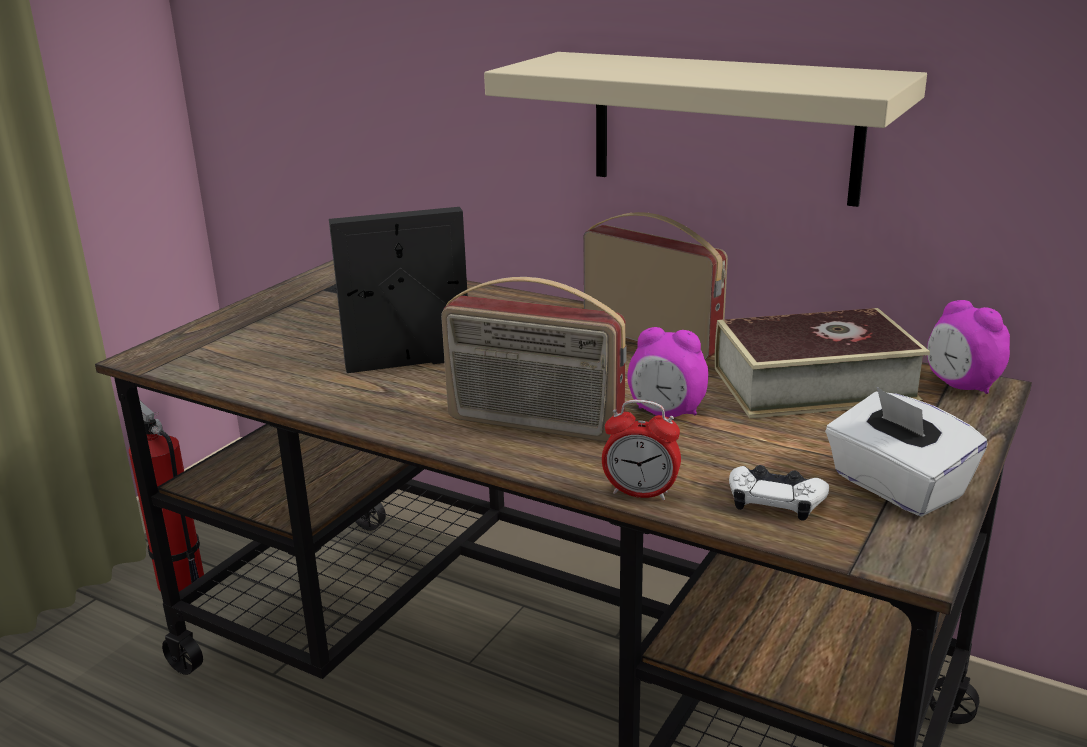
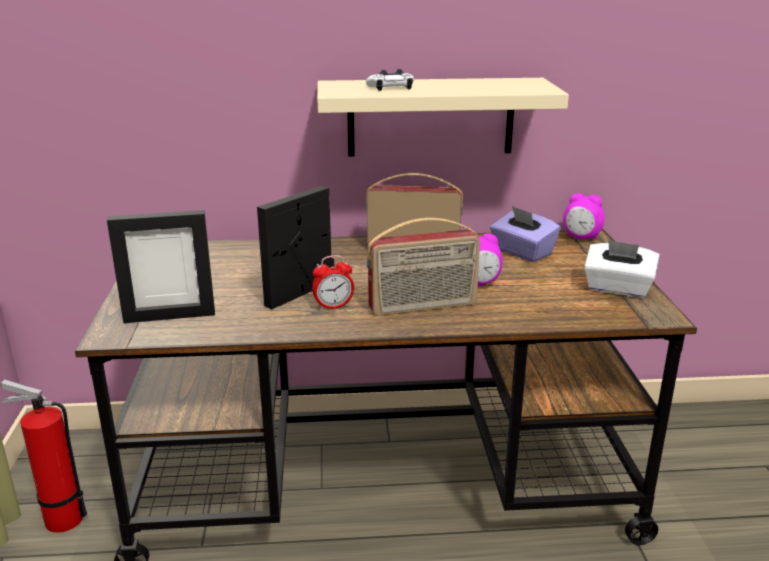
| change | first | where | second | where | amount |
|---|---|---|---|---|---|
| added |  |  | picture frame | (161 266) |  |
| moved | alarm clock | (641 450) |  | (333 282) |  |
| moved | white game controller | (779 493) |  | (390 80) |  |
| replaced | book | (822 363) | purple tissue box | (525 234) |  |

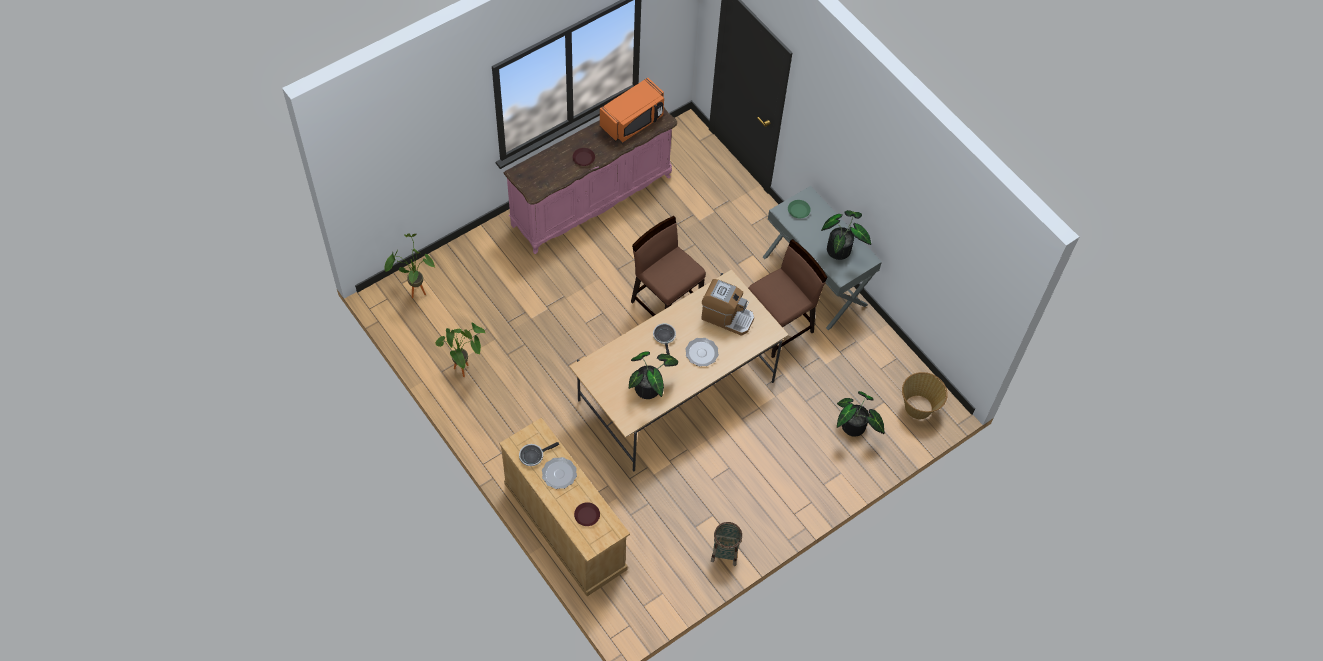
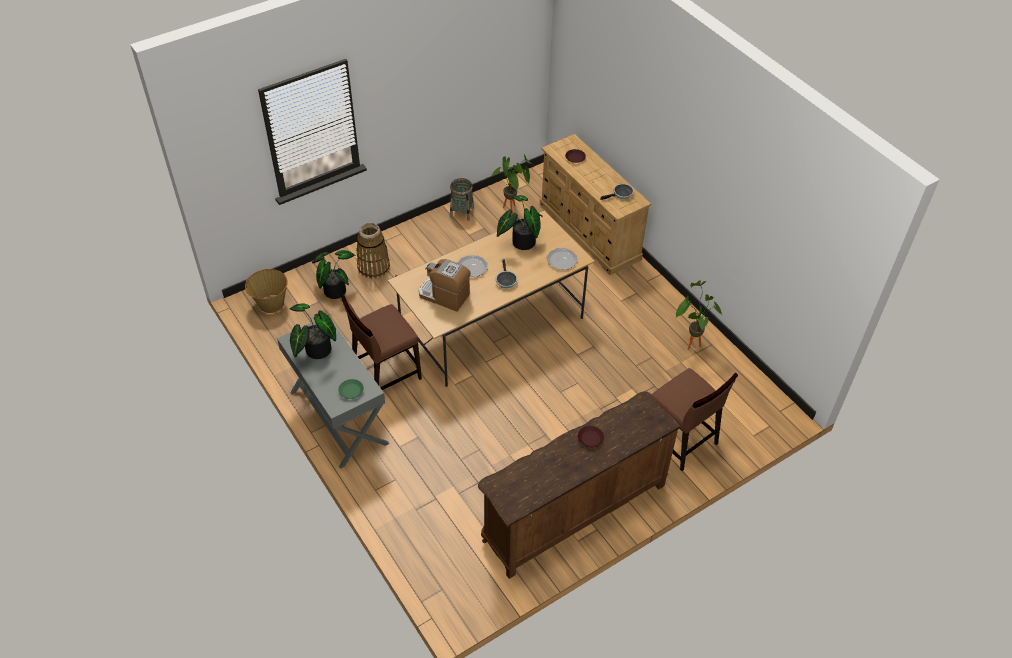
| change | first | where | second | where | amount |
|---|---|---|---|---|---|
| added |  |  | basket | (373 251) |  |
| recoloured | pink cabinet | (590 181) | brown cabinet | (579 485) |  |
| moved | potted plant | (410 265) |  | (512 183) |  |
| moved | plate | (559 473) |  | (562 259) |  |
| moved | brown chair | (668 266) |  | (694 419) |  |
| removed | orange microwave | (632 110) |  |  |  |

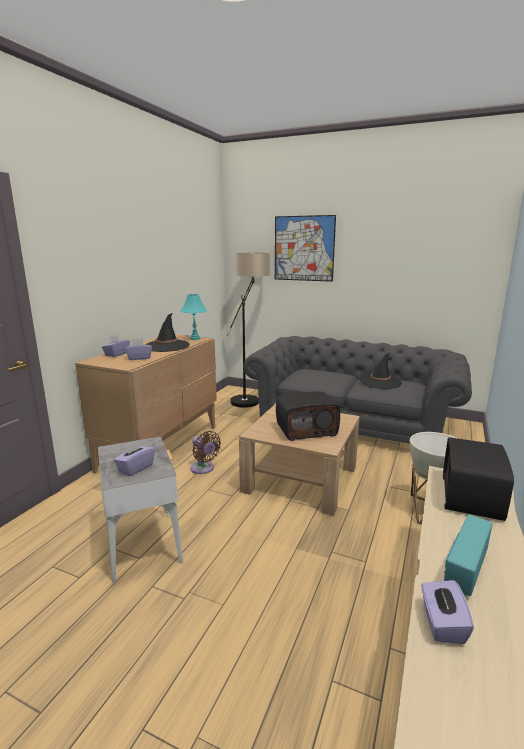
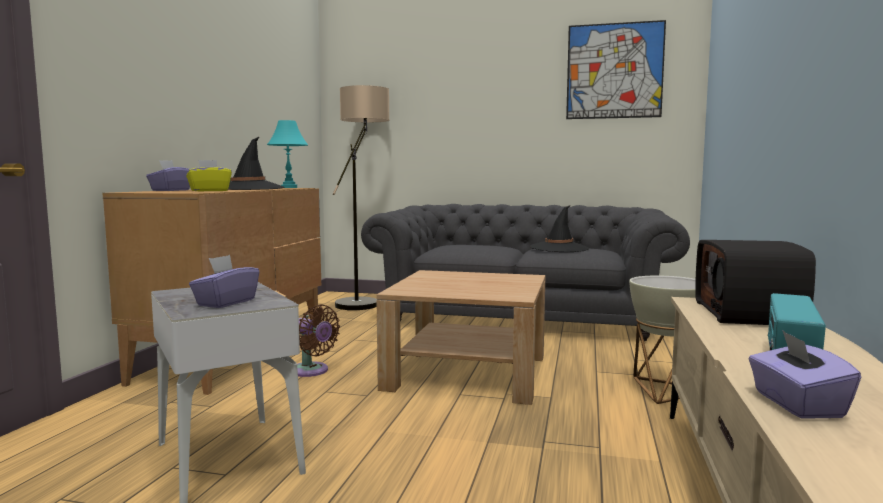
| change | first | where | second | where | amount |
|---|---|---|---|---|---|
| recoloured | purple tissue box | (138 349) | yellow tissue box | (209 176) |  |
| moved | picture | (305 248) |  | (616 69) |  |
| removed | radio | (308 416) |  |  |  |

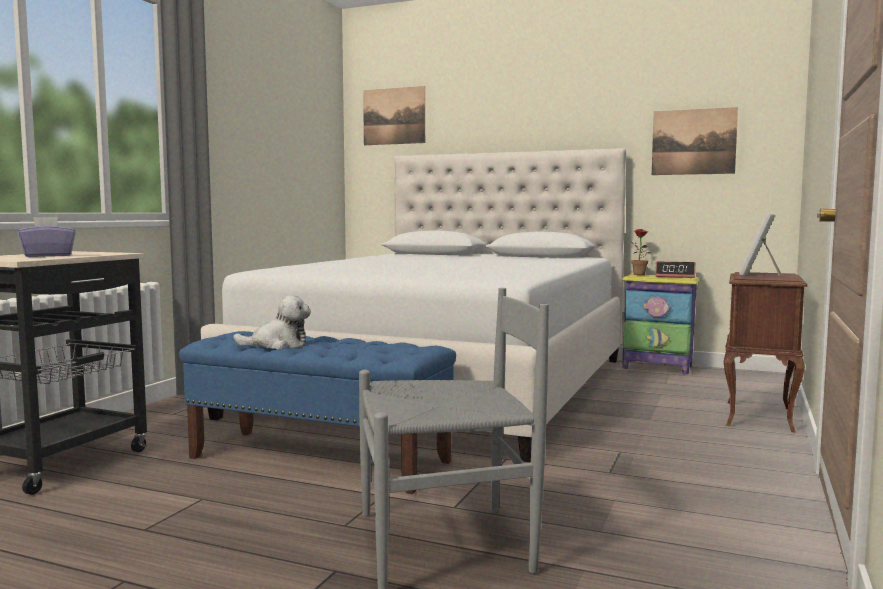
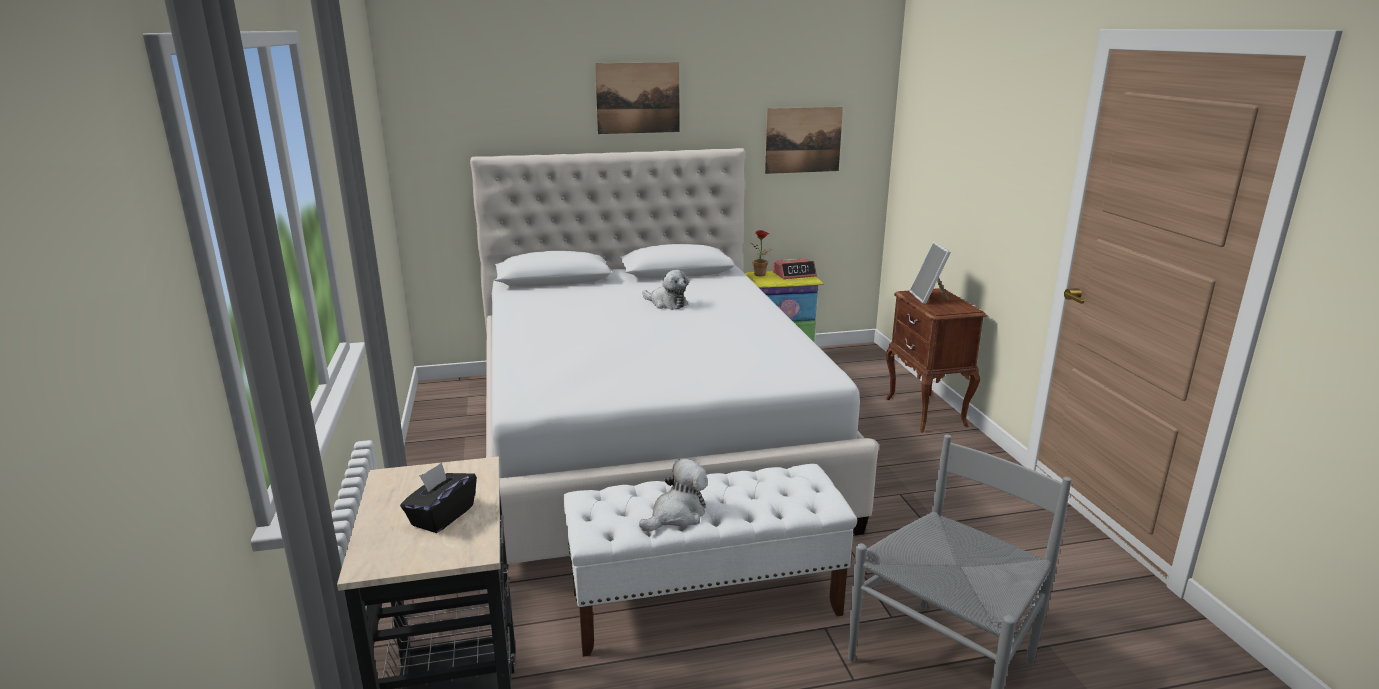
| change | first | where | second | where | amount |
|---|---|---|---|---|---|
| recoloured | purple tissue box | (46 237) | black tissue box | (438 497) |  |
| recoloured | blue bench | (317 412) | white bench | (710 560) |  |
| moved | picture | (394 115) |  | (637 98) |  |
| added |  |  | plush toy | (665 290) |  |

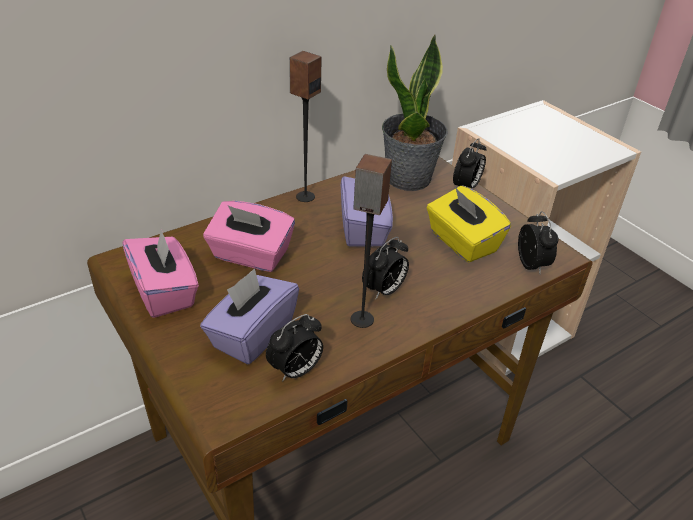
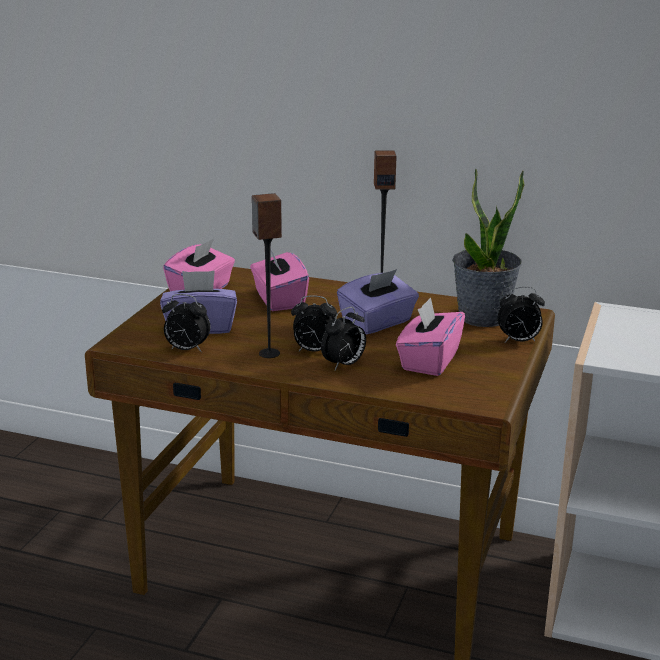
| change | first | where | second | where | amount |
|---|---|---|---|---|---|
| moved | alarm clock | (538 242) |  | (343 338) |  |
| recoloured | yellow tissue box | (469 224) | pink tissue box | (430 336) |  |

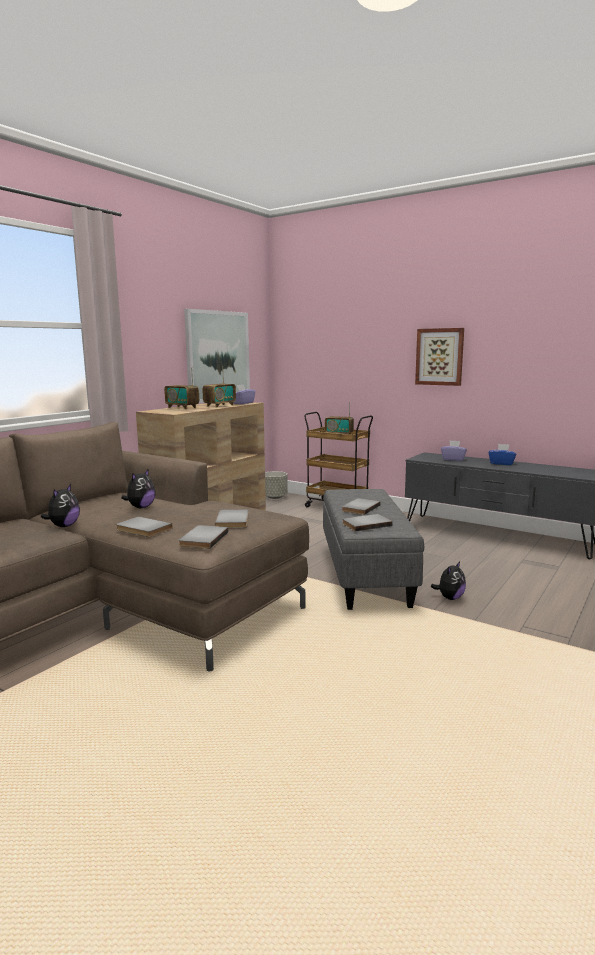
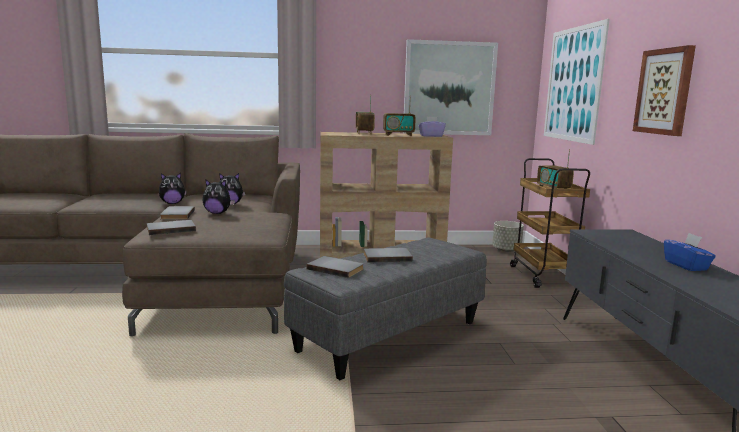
| change | first | where | second | where | amount |
|---|---|---|---|---|---|
| moved | plush toy | (448 580) |  | (218 196) |  |
| added |  |  | picture | (577 82) |  |
| removed | grey book | (232 518) |  |  |  |
| removed | purple tissue box | (454 450) |  |  |  |

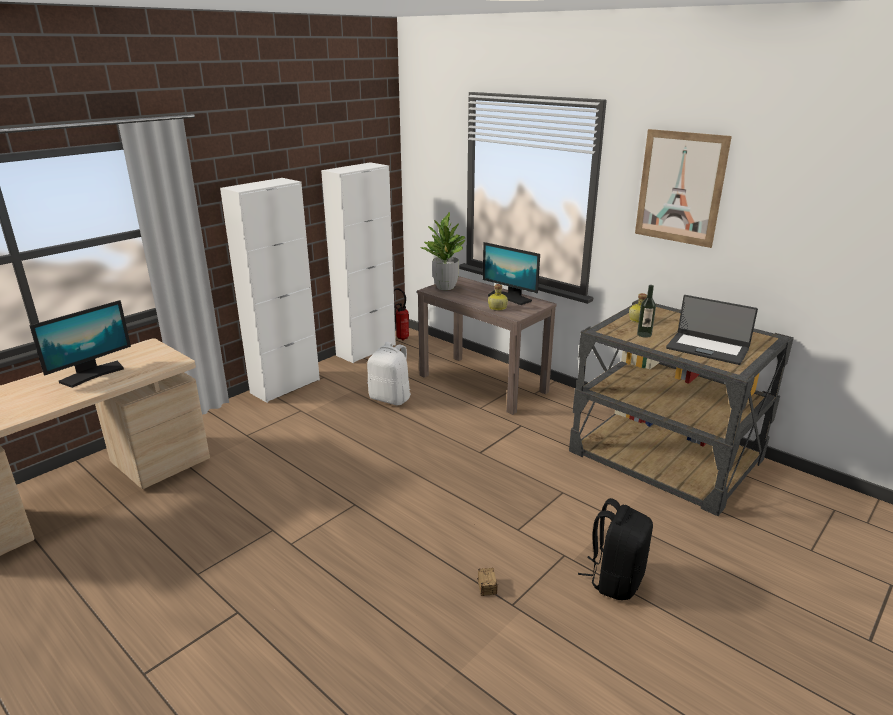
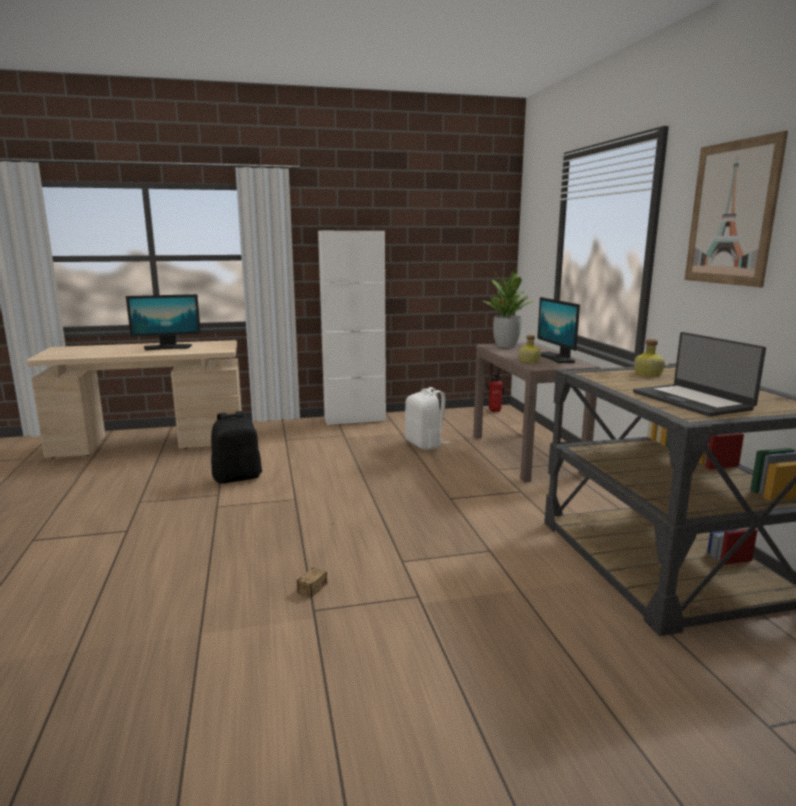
| change | first | where | second | where | amount |
|---|---|---|---|---|---|
| moved | black backpack | (615 549) |  | (236 447) |  |
| removed | white cabinet | (358 262) |  |  |  |
| removed | bottle | (646 311) |  |  |  |

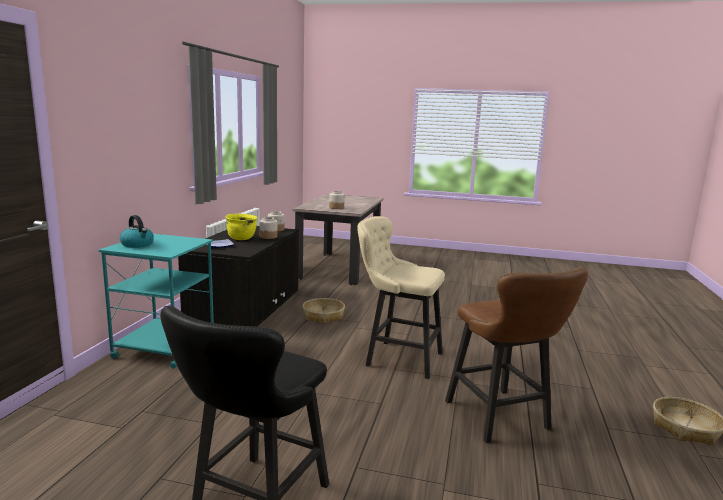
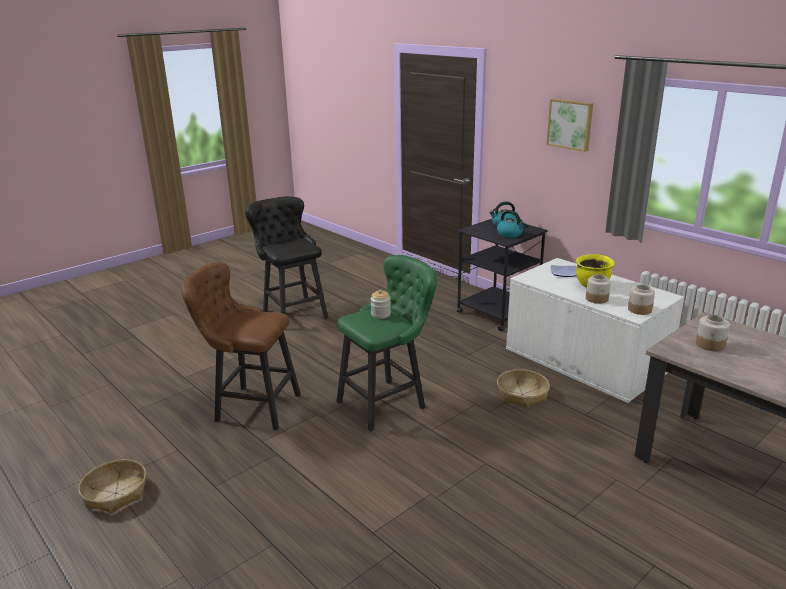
| change | first | where | second | where | amount |
|---|---|---|---|---|---|
| recoloured | beige stool | (401 297) | green stool | (386 343) |  |
| added |  |  | jar | (380 304) |  |
| recoloured | turquoise cart | (156 301) | black cart | (502 275) |  |
| added |  |  | kettle | (511 224) |  |
| recoloured | black cabinet | (238 276) | white cabinet | (595 330) |  |
| added |  |  | picture | (570 125) |  |

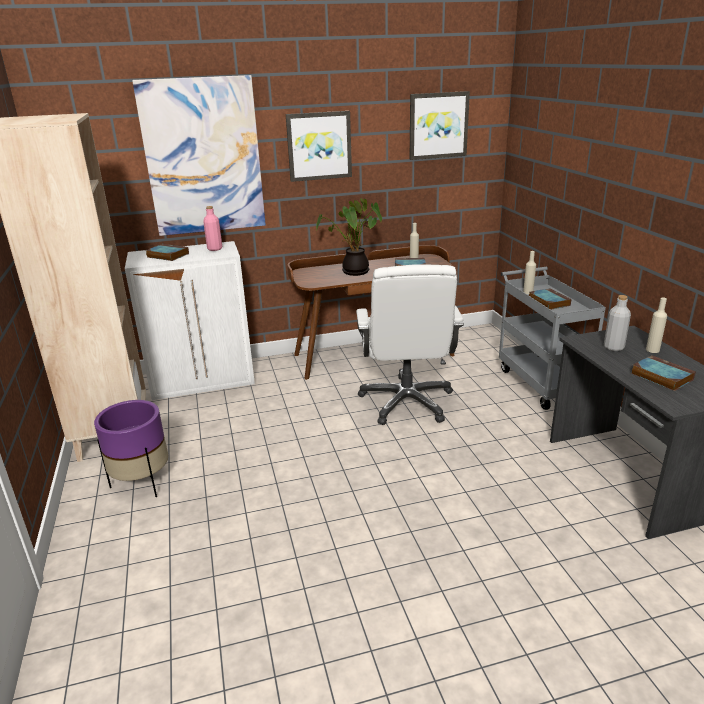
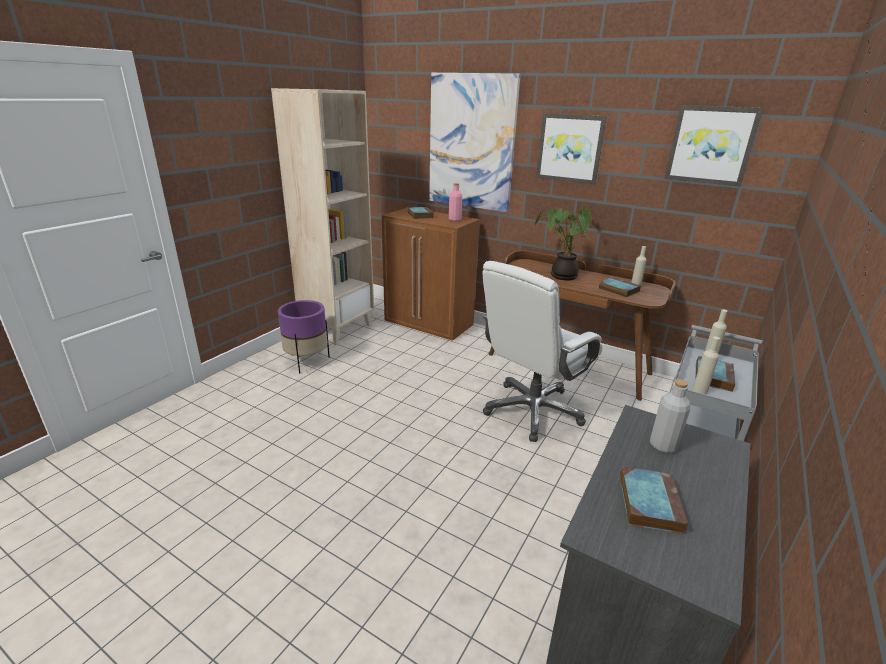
| change | first | where | second | where | amount |
|---|---|---|---|---|---|
| recoloured | white cabinet | (190 320) | brown cabinet | (431 274) |  |
| moved | beige bottle | (656 325) |  | (706 365) |  |

